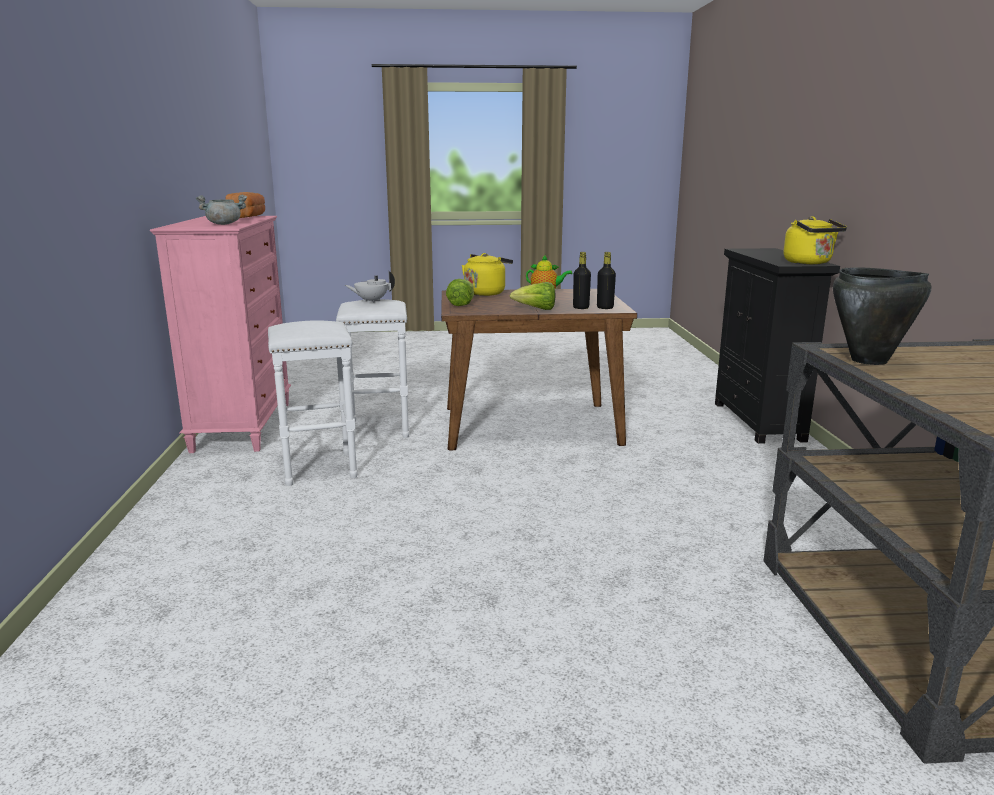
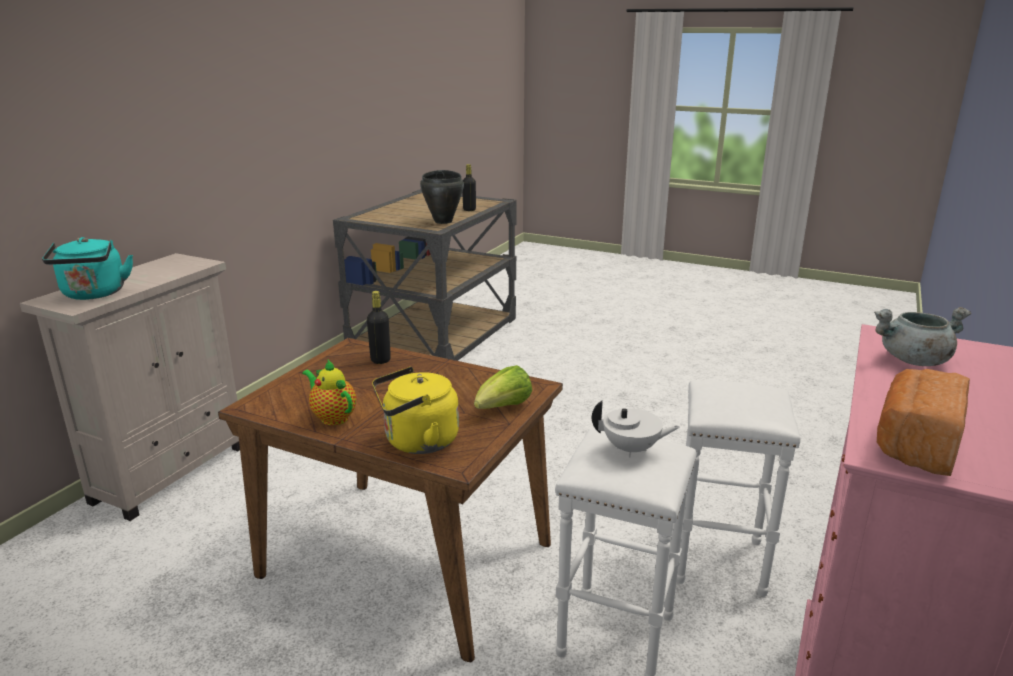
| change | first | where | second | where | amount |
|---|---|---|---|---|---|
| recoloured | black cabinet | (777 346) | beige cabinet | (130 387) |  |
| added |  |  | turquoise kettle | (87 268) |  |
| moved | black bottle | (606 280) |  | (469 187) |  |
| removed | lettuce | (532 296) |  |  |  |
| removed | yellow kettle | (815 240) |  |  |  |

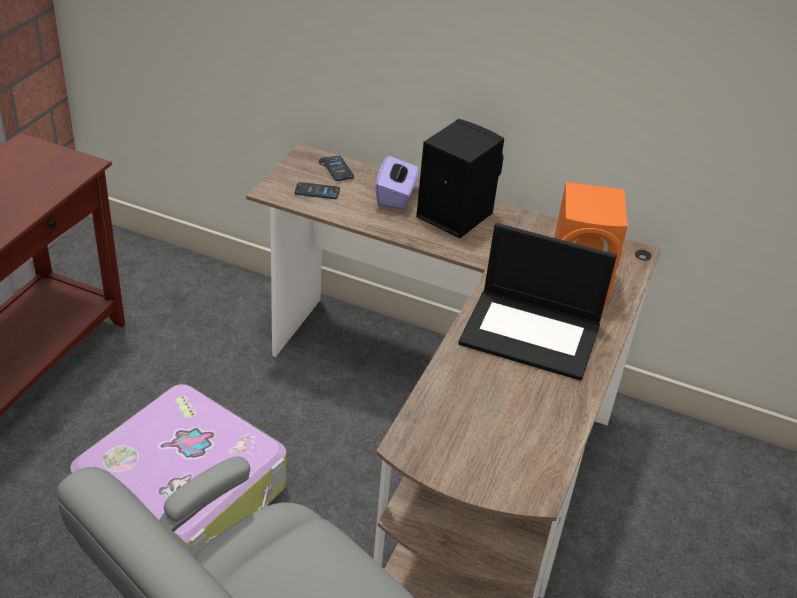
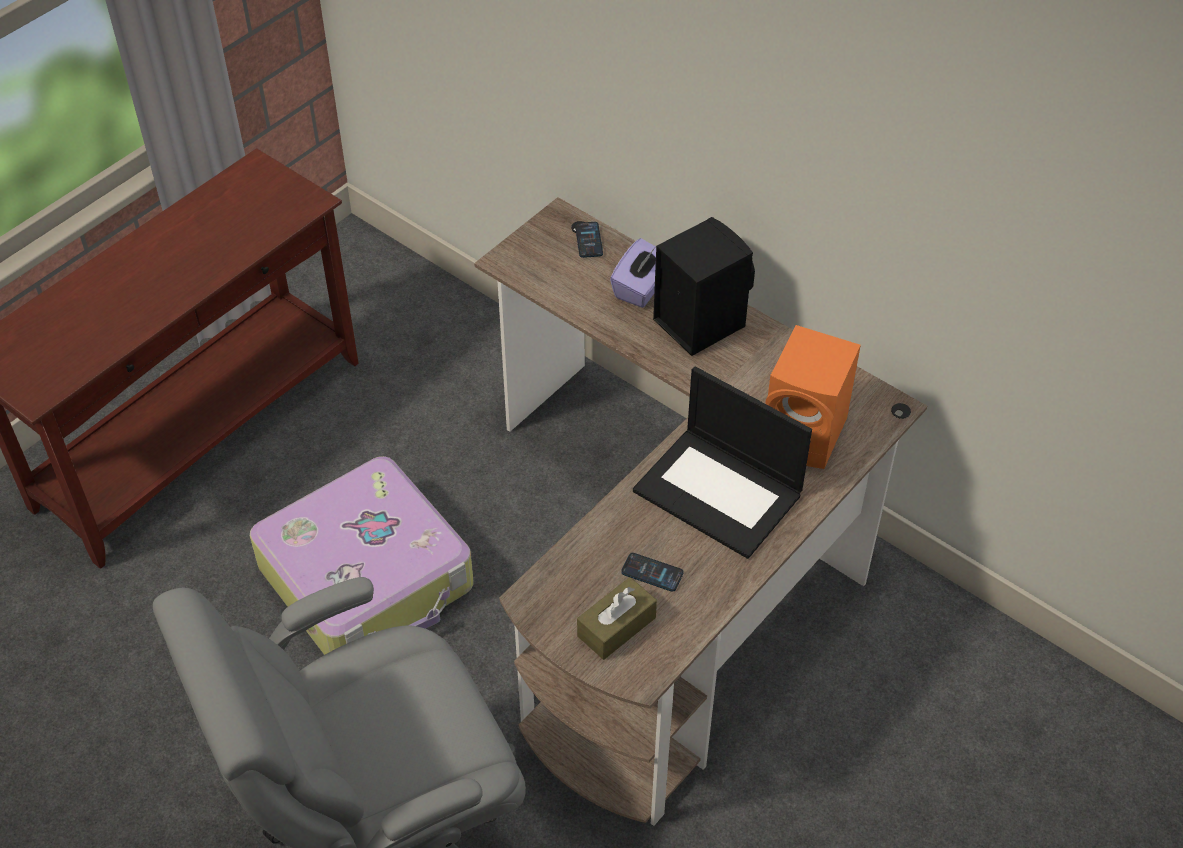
| change | first | where | second | where | amount |
|---|---|---|---|---|---|
| added |  |  | brown tissue box | (617 618) |  |
| moved | phone | (317 190) |  | (652 572) |  |

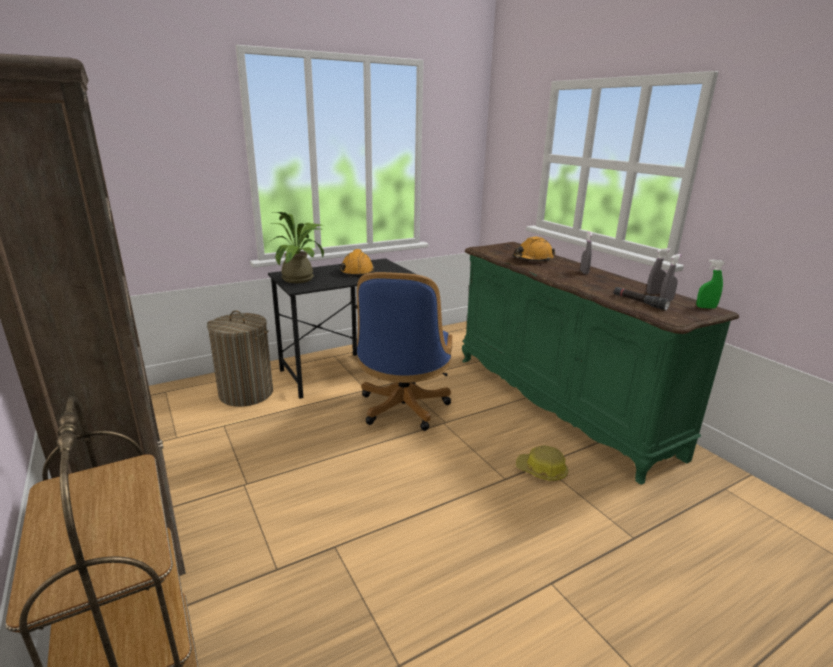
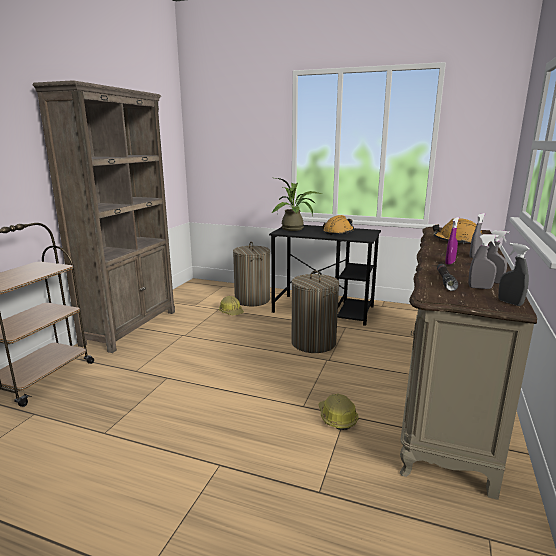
| change | first | where | second | where | amount |
|---|---|---|---|---|---|
| added |  |  | hard hat | (231 305) |  |
| replaced | blue office chair | (405 351) | laundry basket | (315 311) |  |
| recoloured | green cabinet | (600 363) | beige cabinet | (468 363) |  |
| added |  |  | purple spray bottle | (452 241) |  |
| recoloured | green spray bottle | (710 284) | grey spray bottle | (513 274) |  |

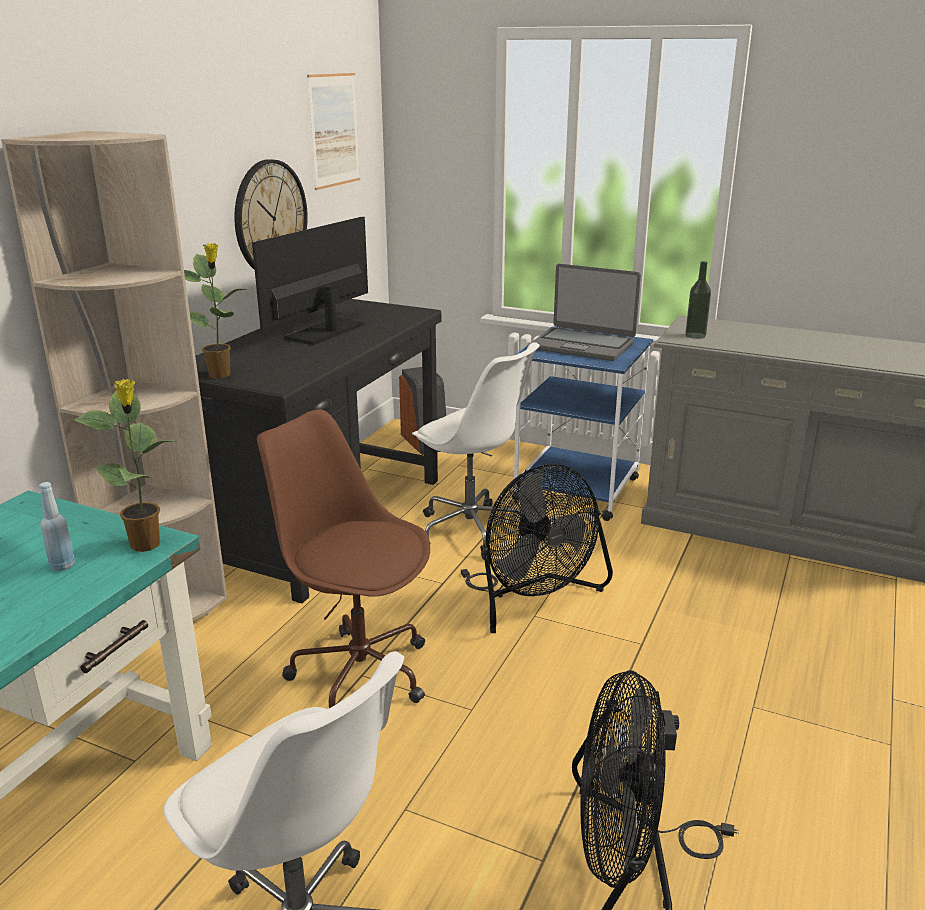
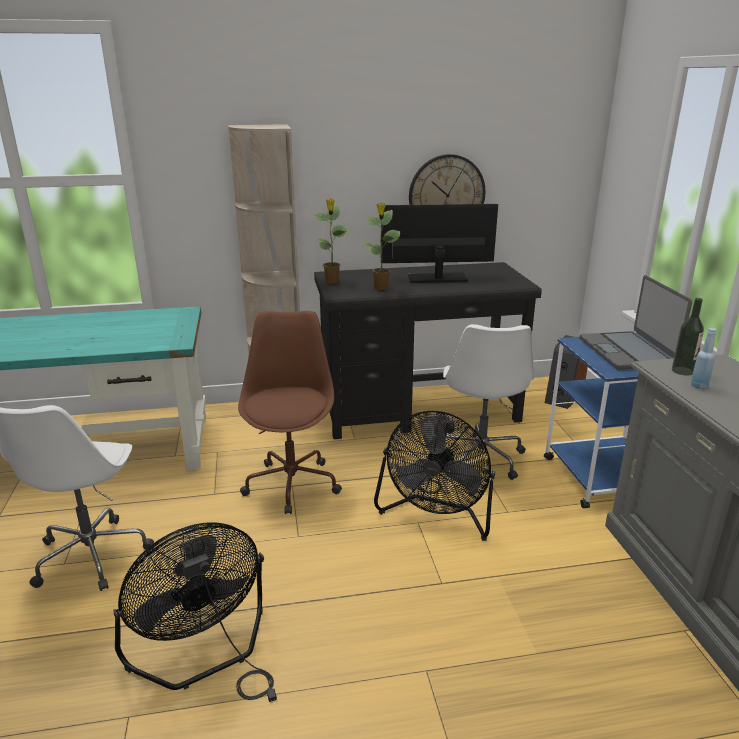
| change | first | where | second | where | amount |
|---|---|---|---|---|---|
| moved | potted plant | (126 465) |  | (381 246) |  |
| moved | blue bottle | (57 526) |  | (704 358) |  |
| removed | picture | (333 131) |  |  |  |

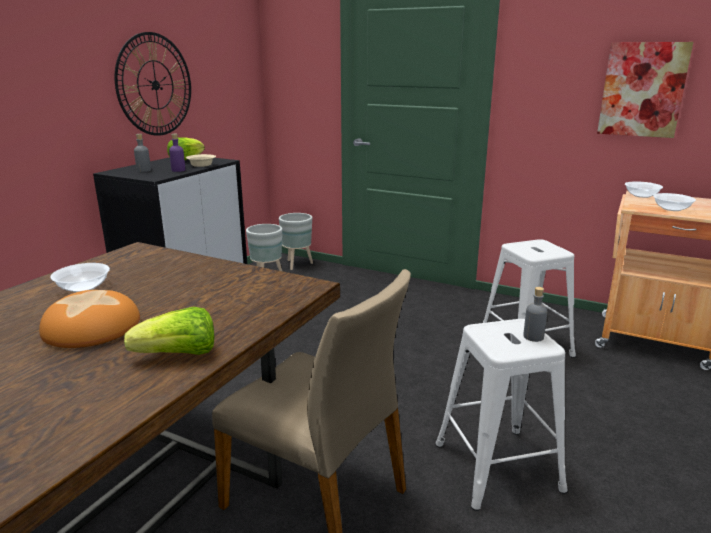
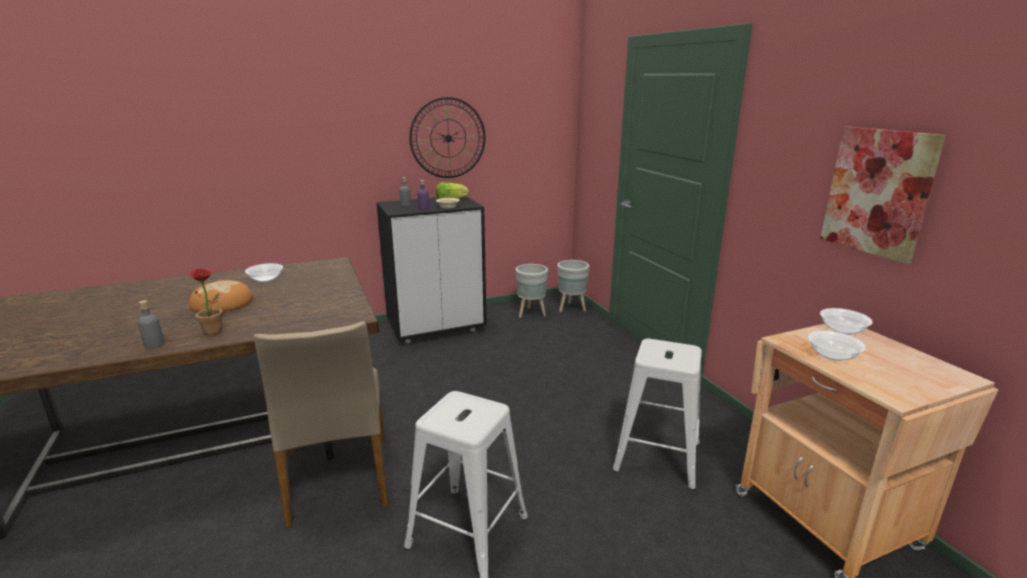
| change | first | where | second | where | amount |
|---|---|---|---|---|---|
| moved | grey bottle | (535 314) |  | (151 324) |  |
| replaced | lettuce | (169 331) | potted plant | (205 302) |  |

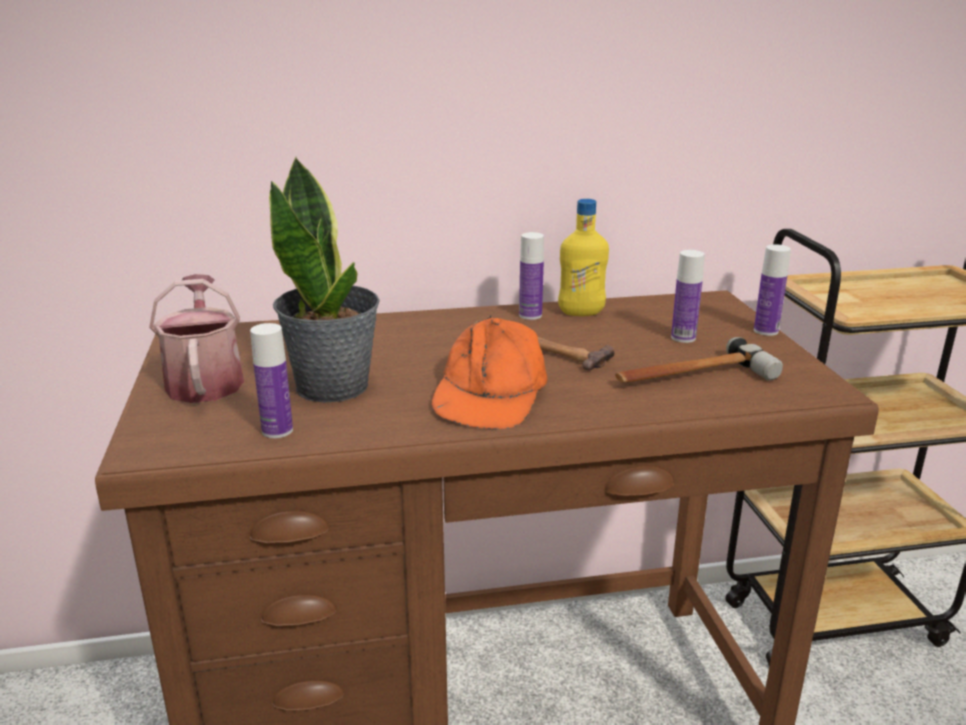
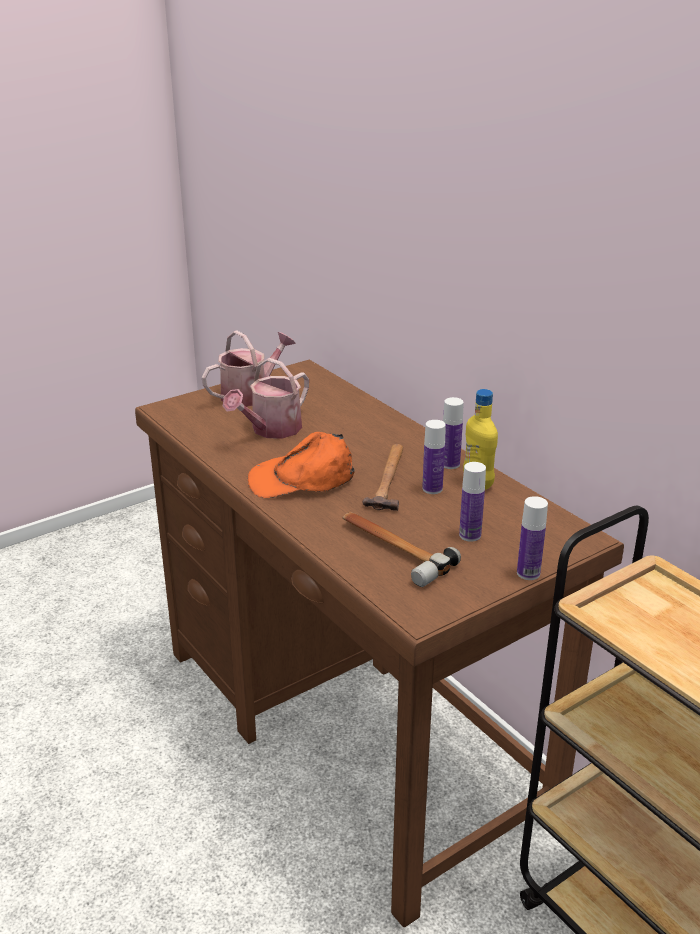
| change | first | where | second | where | amount |
|---|---|---|---|---|---|
| replaced | potted plant | (324 279) | watering can | (266 398) |  |
| moved | bottle | (271 380) |  | (434 457) |  |

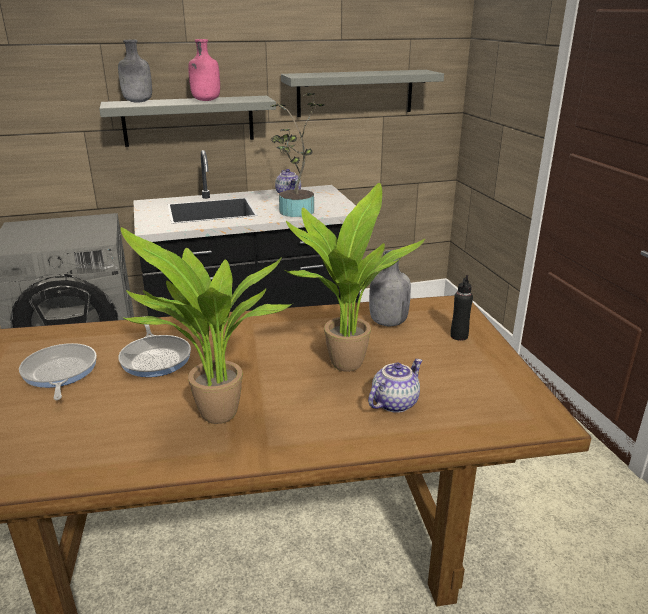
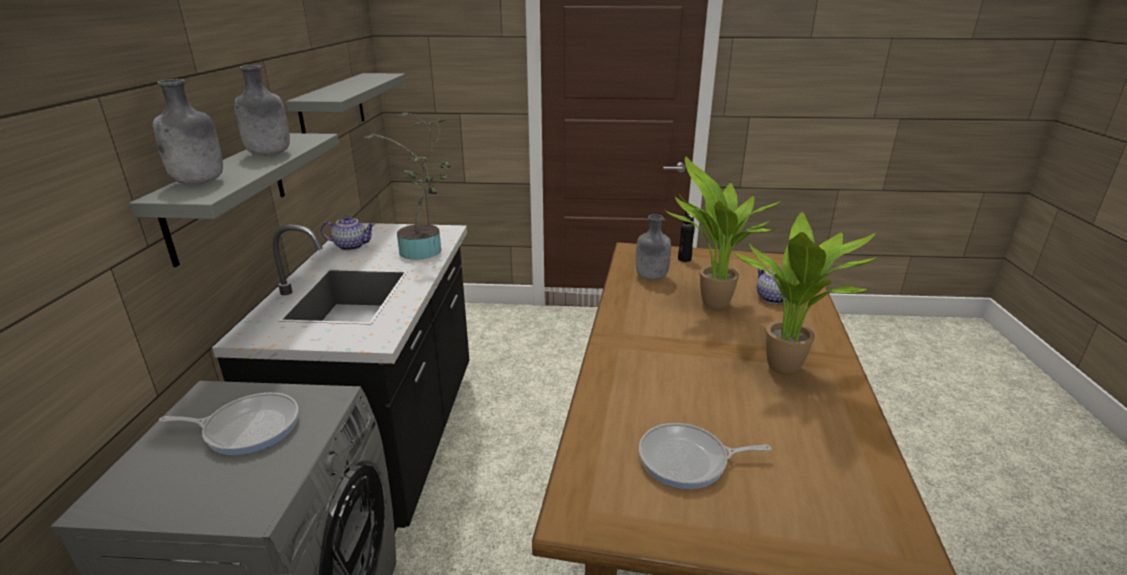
| change | first | where | second | where | amount |
|---|---|---|---|---|---|
| moved | frying pan | (154 350) |  | (229 424) |  |
| recoloured | pink bottle | (204 70) | grey bottle | (262 110) |  |

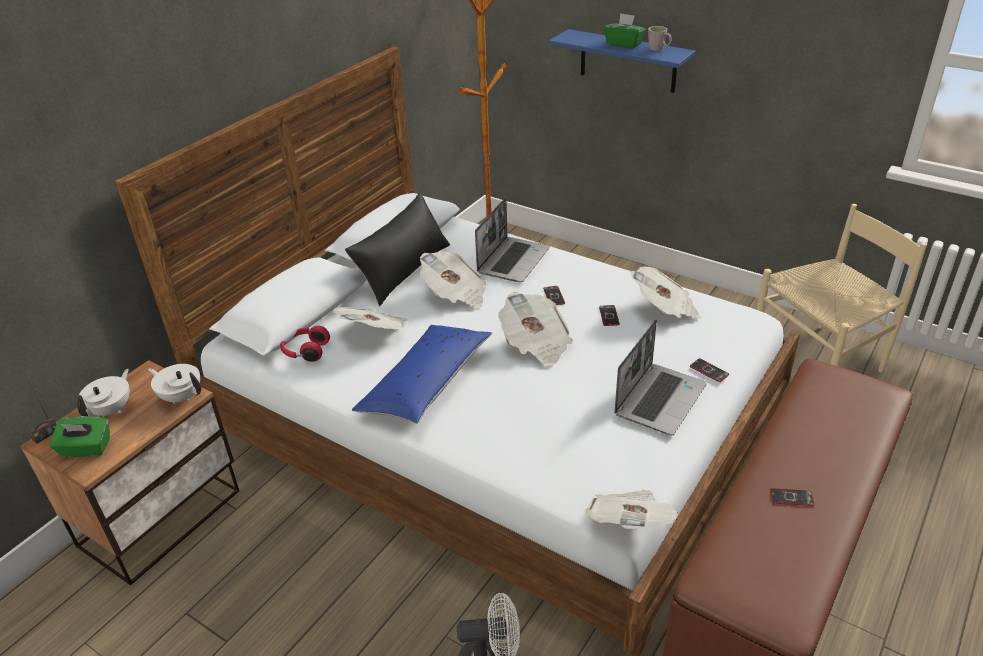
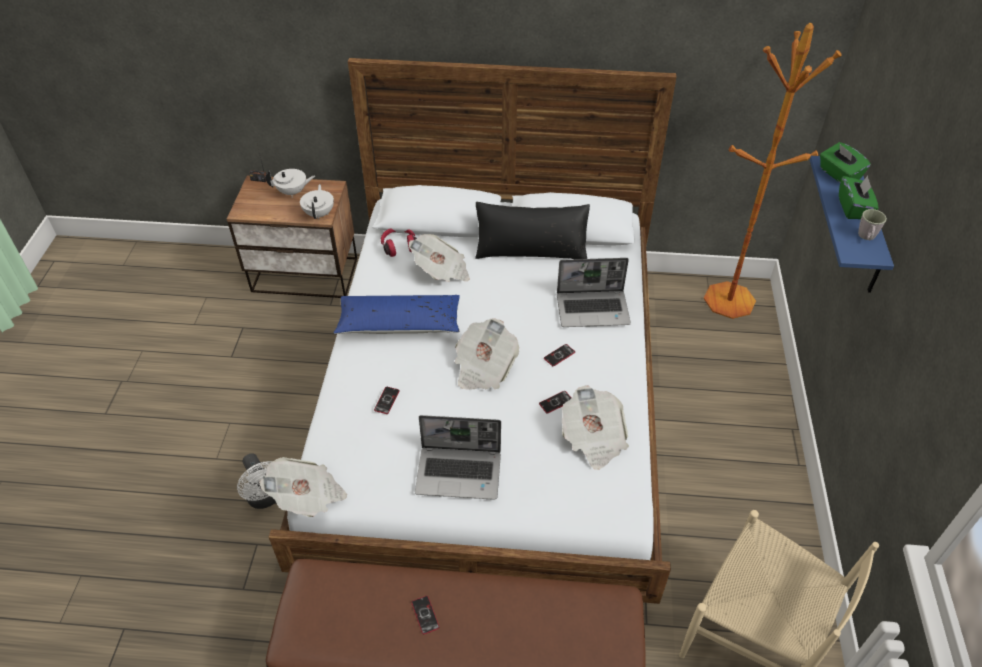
| change | first | where | second | where | amount |
|---|---|---|---|---|---|
| moved | phone | (709 370) |  | (387 400) |  |
| moved | green tissue box | (79 436) |  | (845 162) |  |
| removed | newspaper | (453 279) |  |  |  |

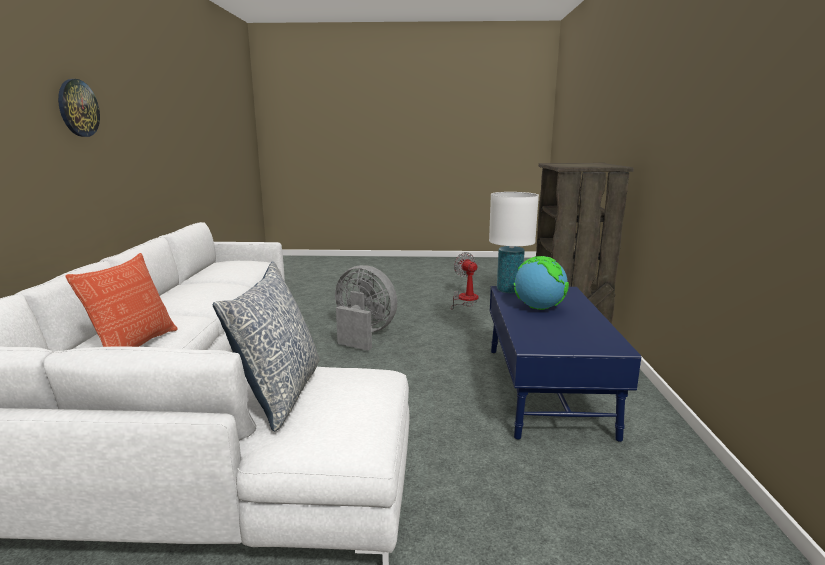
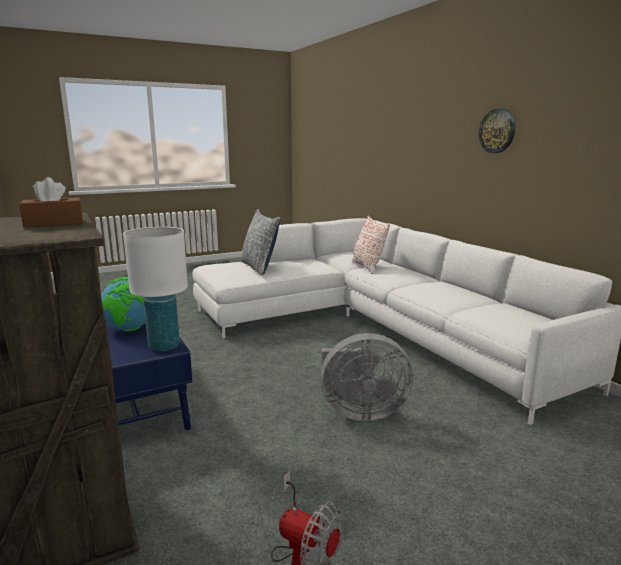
| change | first | where | second | where | amount |
|---|---|---|---|---|---|
| added |  |  | brown tissue box | (51 202) |  |
| recoloured | orange pillow | (121 300) | white pillow | (370 245) |  |

